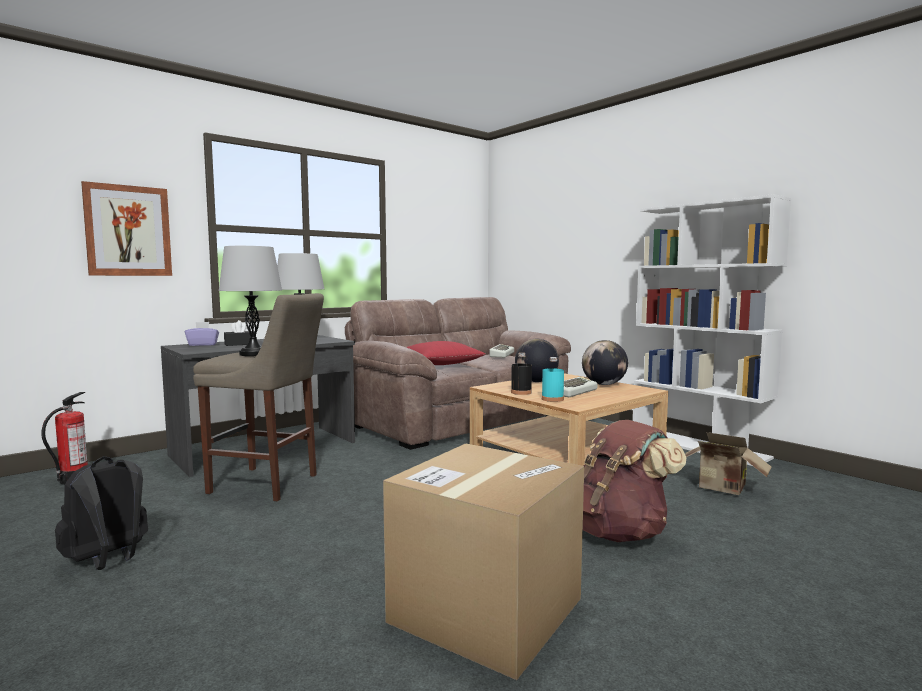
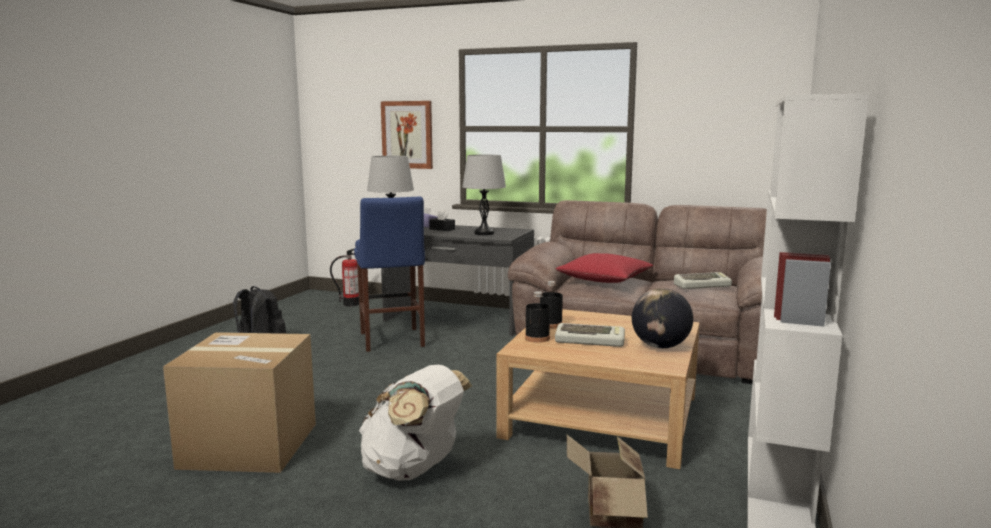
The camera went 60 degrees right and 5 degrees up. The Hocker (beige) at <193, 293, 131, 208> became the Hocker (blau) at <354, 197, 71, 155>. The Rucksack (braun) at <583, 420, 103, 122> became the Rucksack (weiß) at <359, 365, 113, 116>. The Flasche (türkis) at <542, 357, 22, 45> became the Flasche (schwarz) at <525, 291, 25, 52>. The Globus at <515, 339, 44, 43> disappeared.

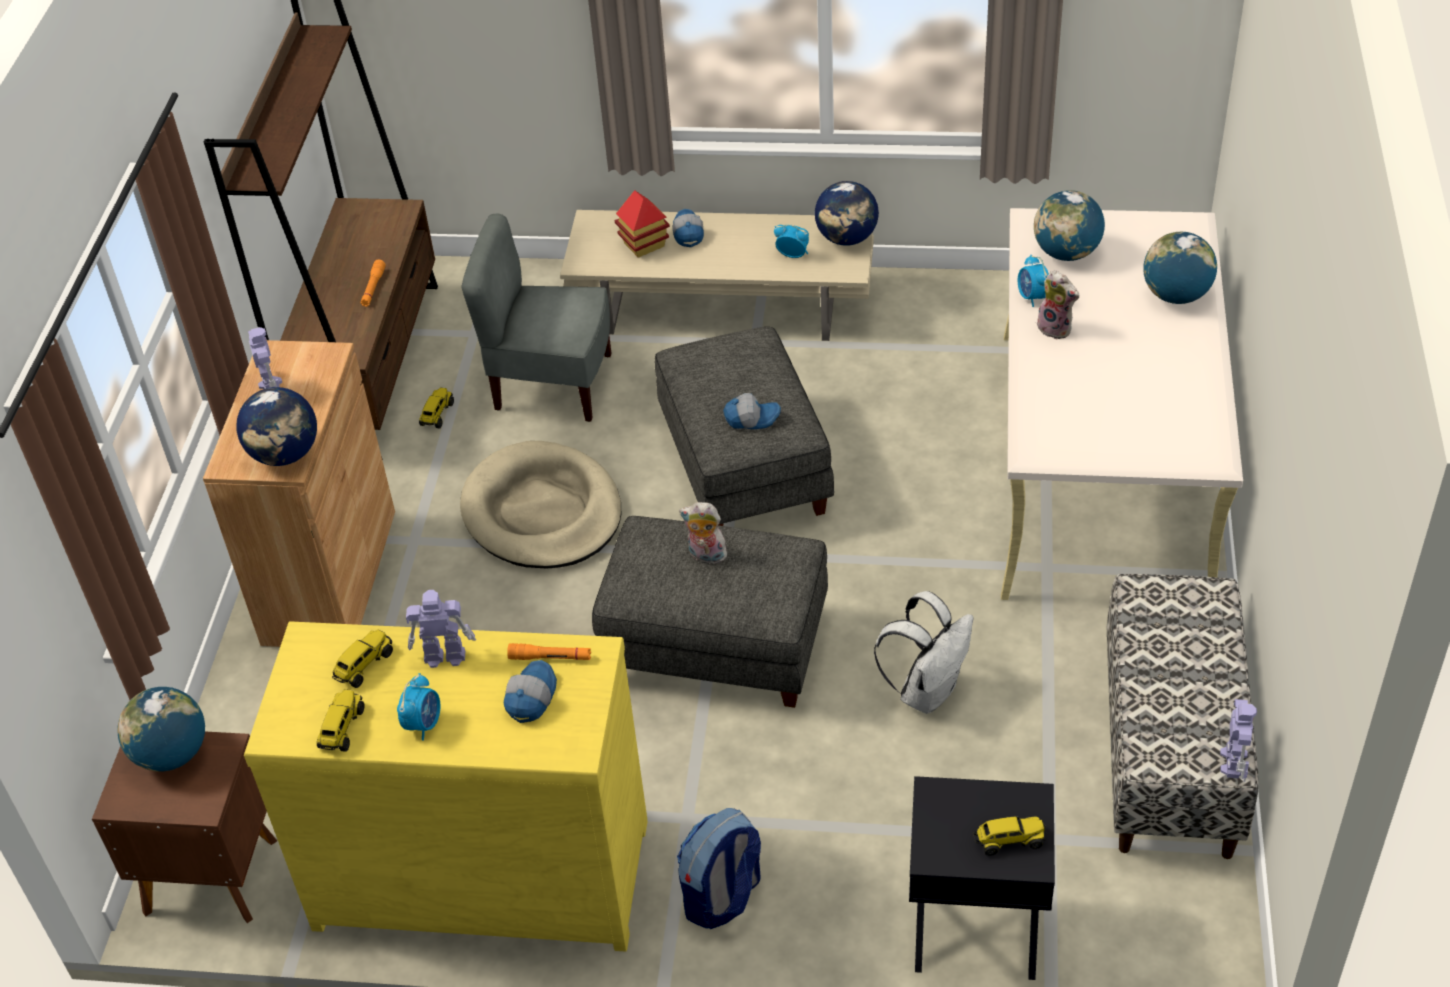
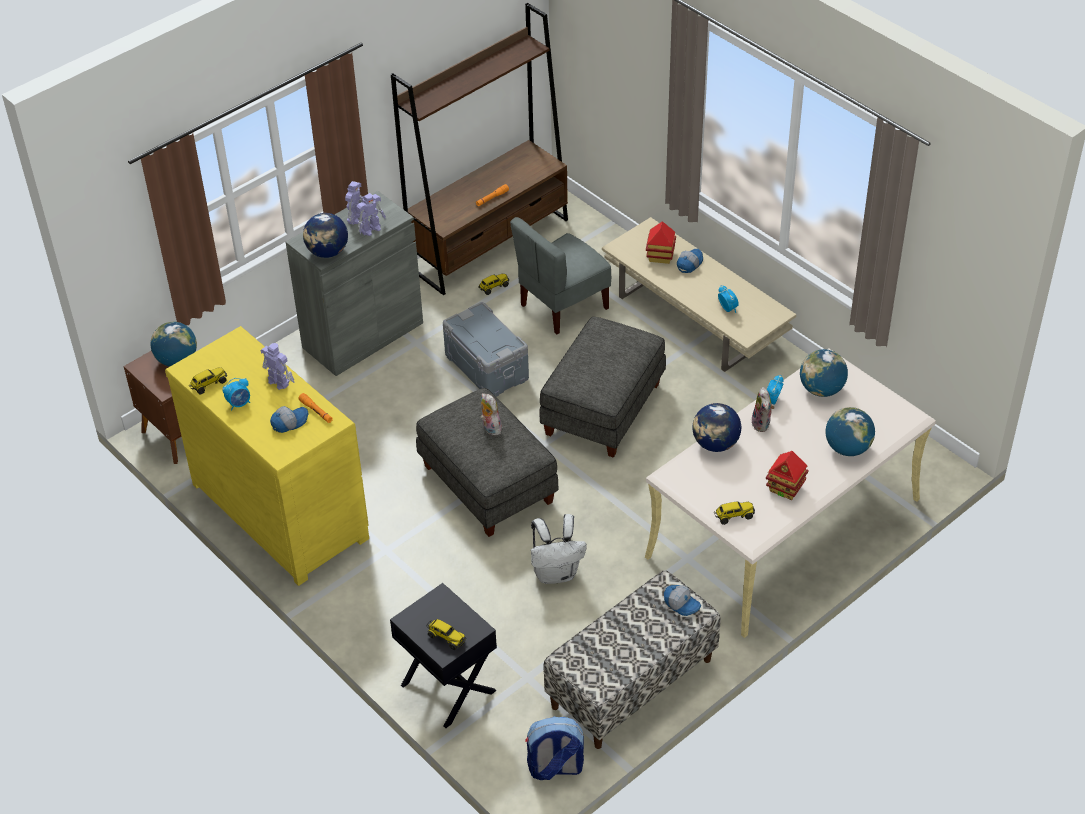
The camera went 40 degrees right and 0 degrees up. The Schrank (braun) at <203, 340, 192, 307> became the Schrank (grau) at <286, 191, 137, 185>. The Spielzeugroboter moved from <1220, 699, 37, 83> to <357, 193, 29, 43>. The Hundebett (beige) at <460, 441, 161, 127> was replaced by the Aufbewahrungsbox (grau) at <443, 302, 86, 95>. The Stuhl (grau) at <461, 214, 151, 208> turned 90 degrees counterclockwise. The Rucksack moved from <677, 808, 84, 121> to <525, 717, 59, 63>. The Kappe moved from <723, 393, 58, 36> to <664, 585, 37, 31>. The Globus moved from <815, 181, 64, 65> to <692, 403, 49, 49>. The Spielzeuglaster moved from <332, 630, 61, 58> to <714, 501, 41, 24>. The Spielzeughaus at <766, 451, 43, 49> appeared.

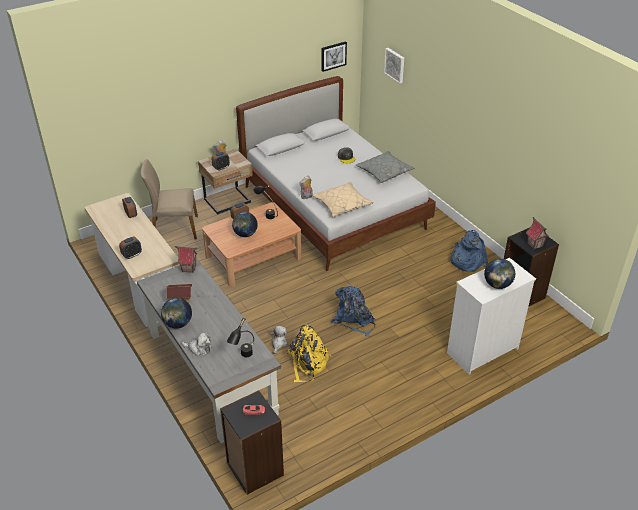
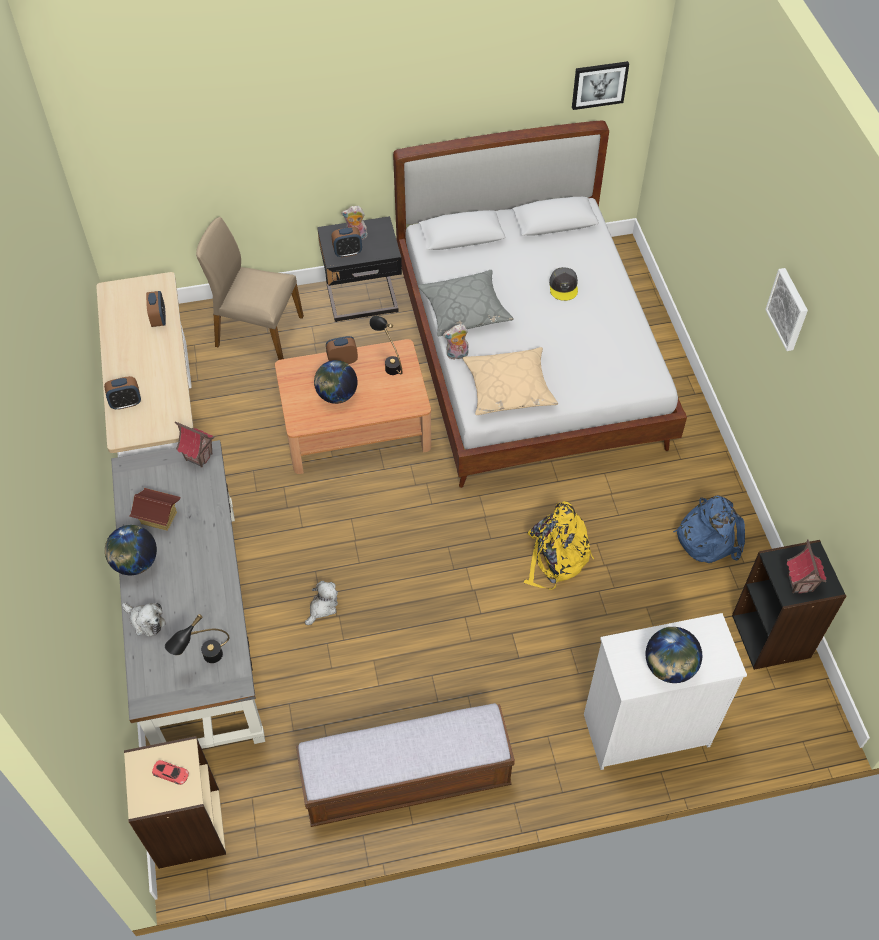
The camera went 20 degrees right and 15 degrees up. The Bücherregal (schwarz) at <220, 390, 64, 105> became the Bücherregal (beige) at <124, 736, 102, 133>. The Bank at <296, 703, 219, 124> appeared. The Nachttisch (beige) at <198, 149, 55, 65> became the Nachttisch (schwarz) at <317, 216, 85, 106>. The Kissen (grau) moved from <356, 151, 58, 32> to <418, 270, 96, 66>. The Rucksack (gelb) moved from <287, 325, 44, 57> to <524, 501, 70, 89>. The Bild moved from <384, 48, 20, 36> to <765, 268, 43, 83>. The Rucksack (blau) at <331, 286, 45, 50> disappeared.

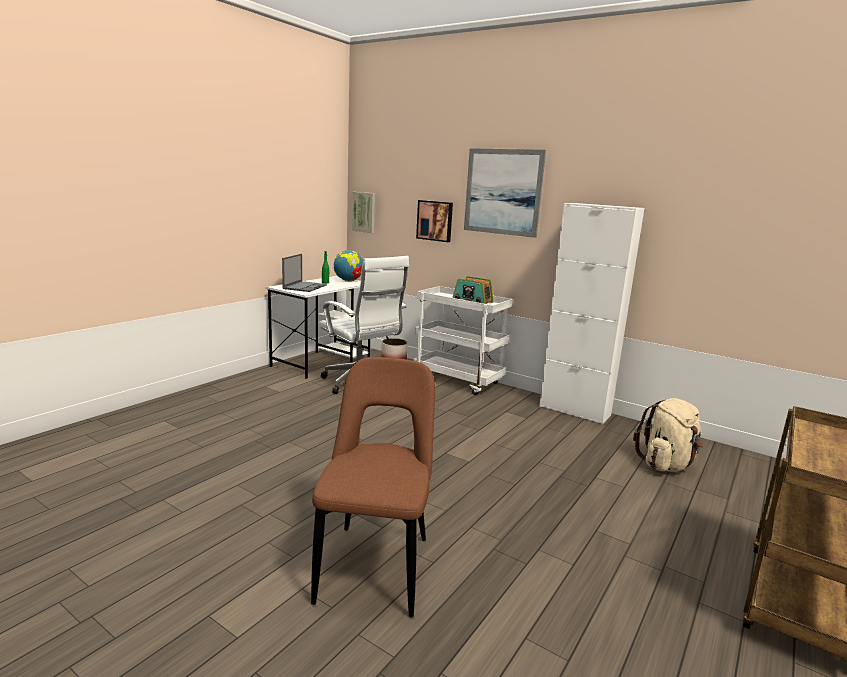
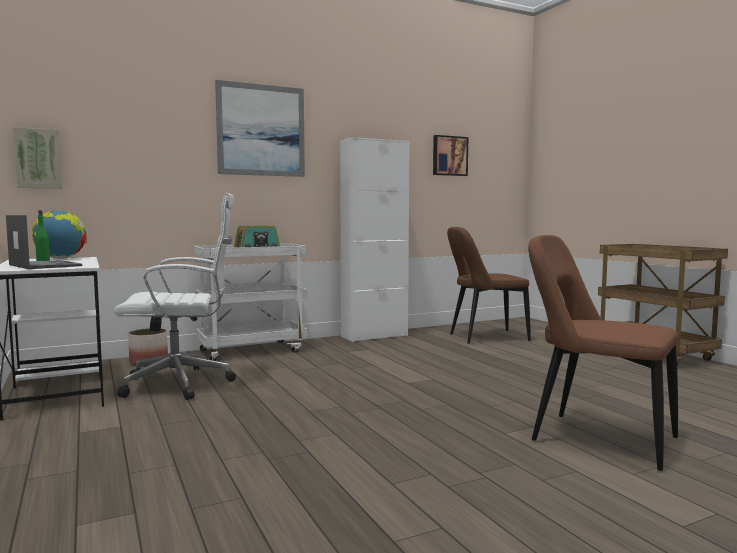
The camera went 60 degrees left and 10 degrees down. The Bild moved from <416, 200, 37, 42> to <433, 135, 35, 41>. The Rucksack (beige) at <633, 398, 70, 74> was replaced by the Stuhl (braun) at <447, 227, 84, 117>.

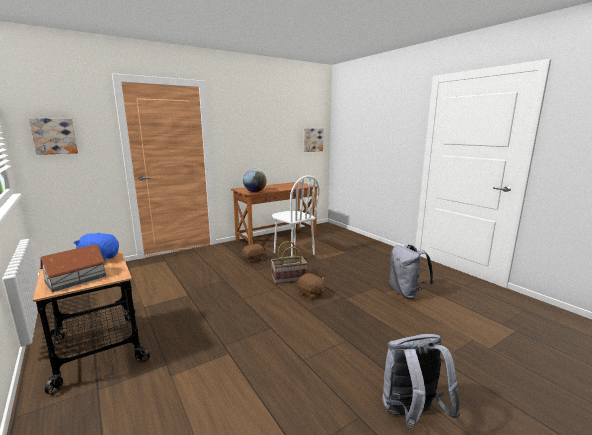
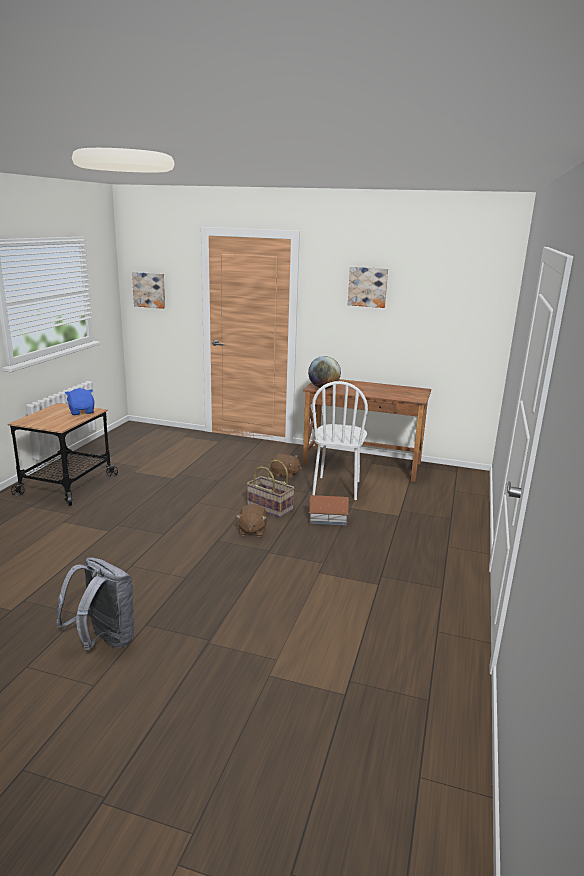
The camera went 50 degrees right and 5 degrees up. The Spielzeughaus moved from <39, 244, 67, 48> to <309, 495, 40, 31>. The Bild moved from <304, 128, 20, 24> to <348, 267, 40, 41>. The Rucksack (grau) at <389, 245, 45, 55> disappeared.

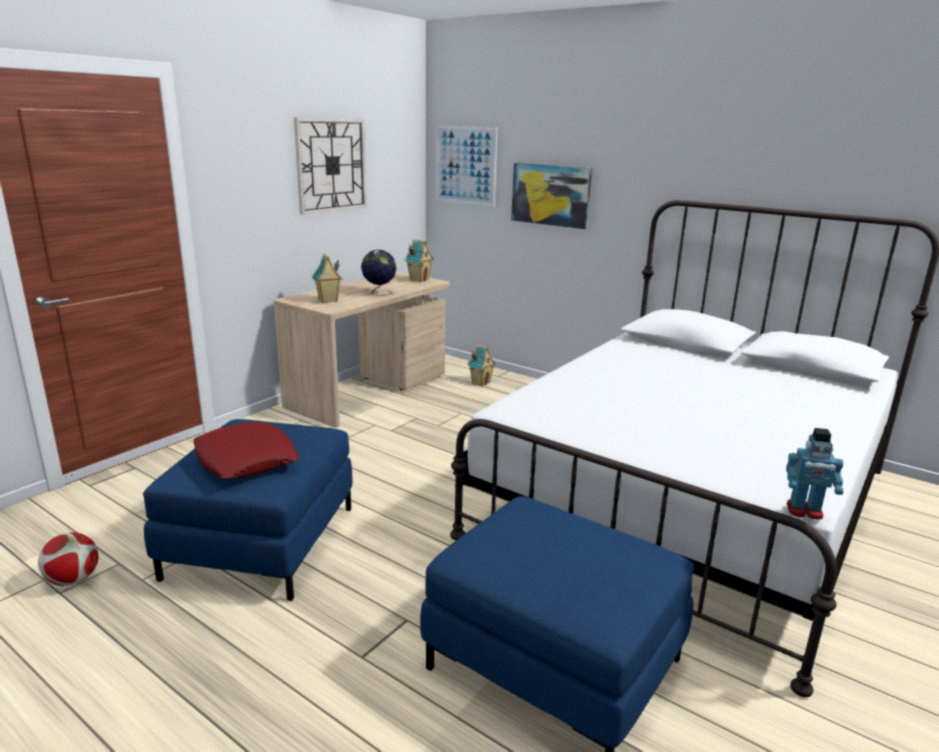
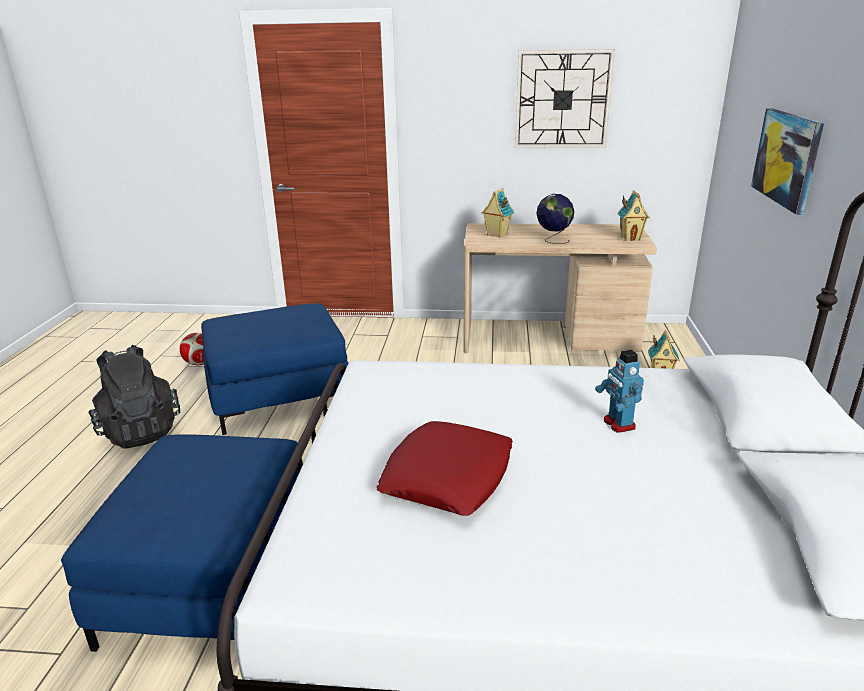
The camera went 60 degrees right and 5 degrees up. The Rucksack (schwarz) at <89, 345, 91, 104> appeared. The Kissen (rot) moved from <194, 422, 105, 57> to <376, 421, 137, 95>. The Spielzeugroboter moved from <786, 428, 57, 92> to <595, 350, 49, 83>. The Bild at <436, 126, 61, 80> disappeared.

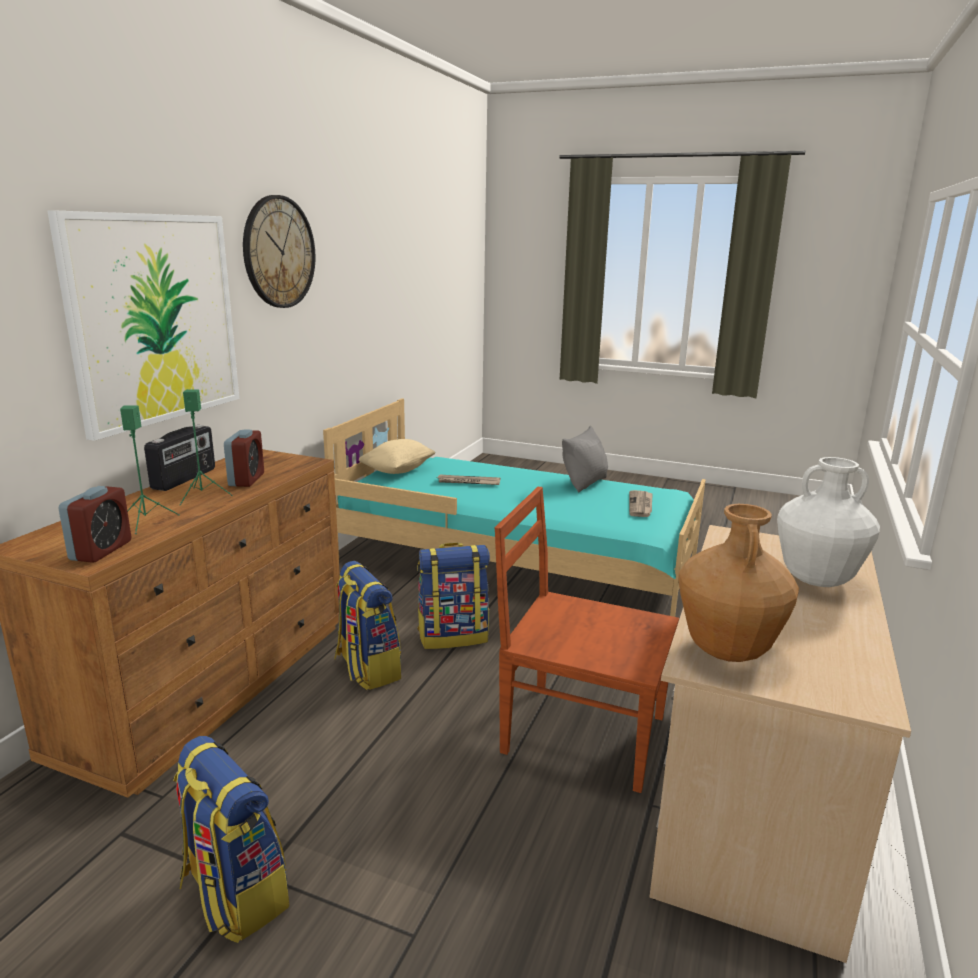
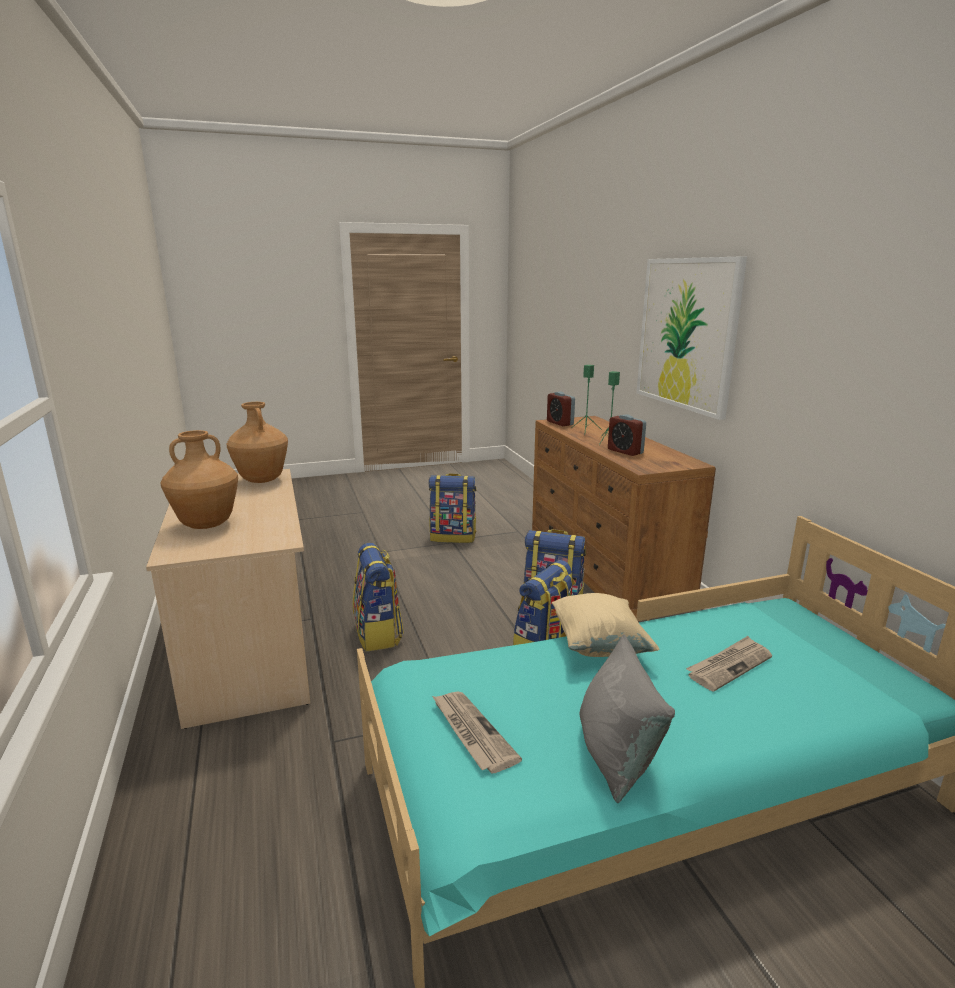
The camera went 140 degrees right and 0 degrees up. The Vase (weiß) at <777, 457, 103, 130> became the Vase (braun) at <160, 430, 78, 99>. The Stuhl (braun) at <494, 487, 185, 306> was replaced by the Rucksack at <353, 543, 51, 109>. The Kissen (beige) moved from <359, 439, 77, 35> to <552, 593, 107, 64>. The Radio at <144, 425, 71, 66> disappeared. The Wanduhr at <243, 195, 72, 113> disappeared.

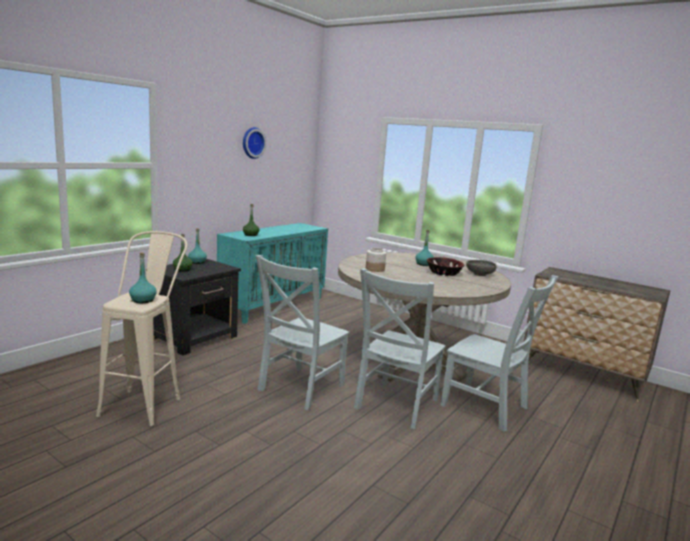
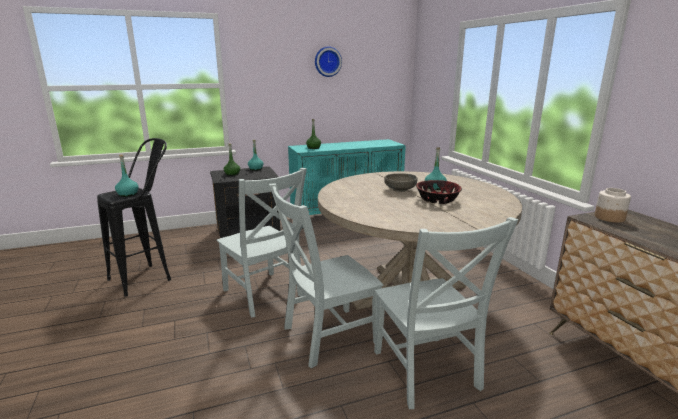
The camera went 35 degrees right and 5 degrees up. The Hocker (beige) at <96, 231, 92, 195> became the Hocker (schwarz) at <97, 138, 74, 159>. The Stuhl (grau) at <256, 255, 94, 155> turned 105 degrees counterclockwise. The Schüssel (grau) moved from <466, 260, 31, 16> to <384, 173, 33, 19>. The Vorratsglas moved from <366, 248, 20, 24> to <595, 188, 36, 35>.

